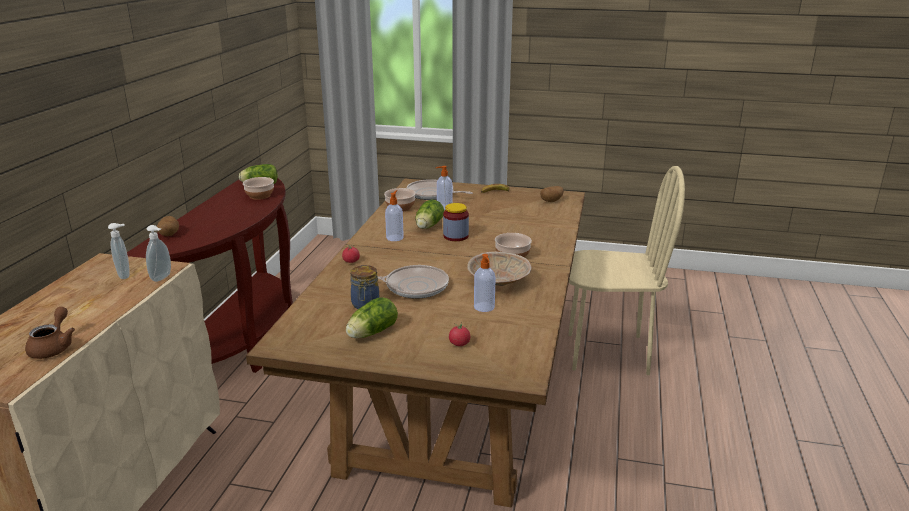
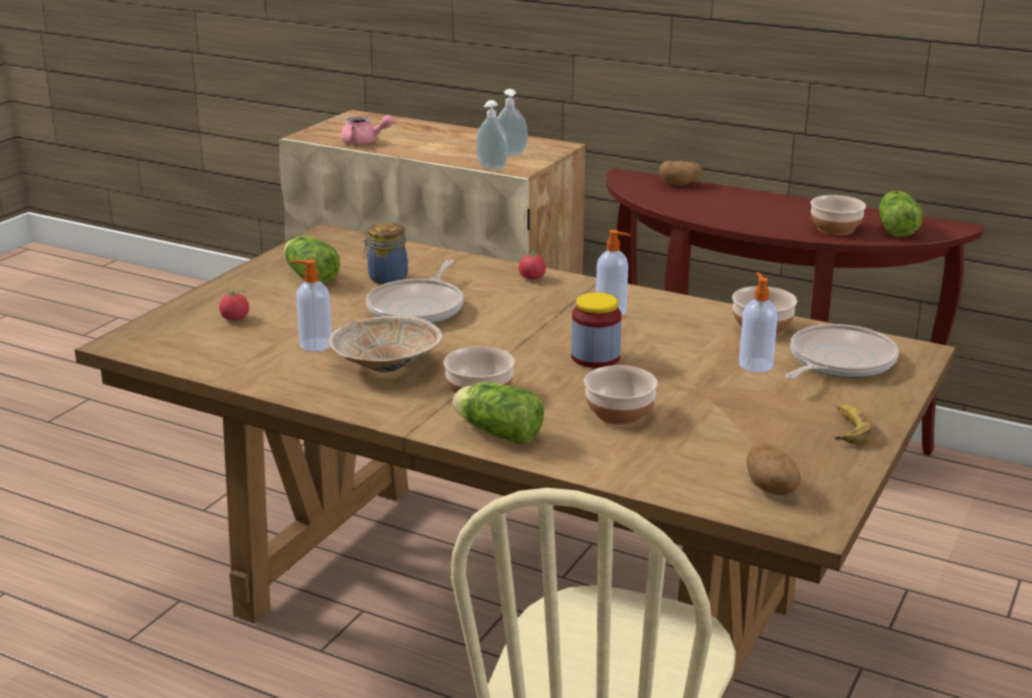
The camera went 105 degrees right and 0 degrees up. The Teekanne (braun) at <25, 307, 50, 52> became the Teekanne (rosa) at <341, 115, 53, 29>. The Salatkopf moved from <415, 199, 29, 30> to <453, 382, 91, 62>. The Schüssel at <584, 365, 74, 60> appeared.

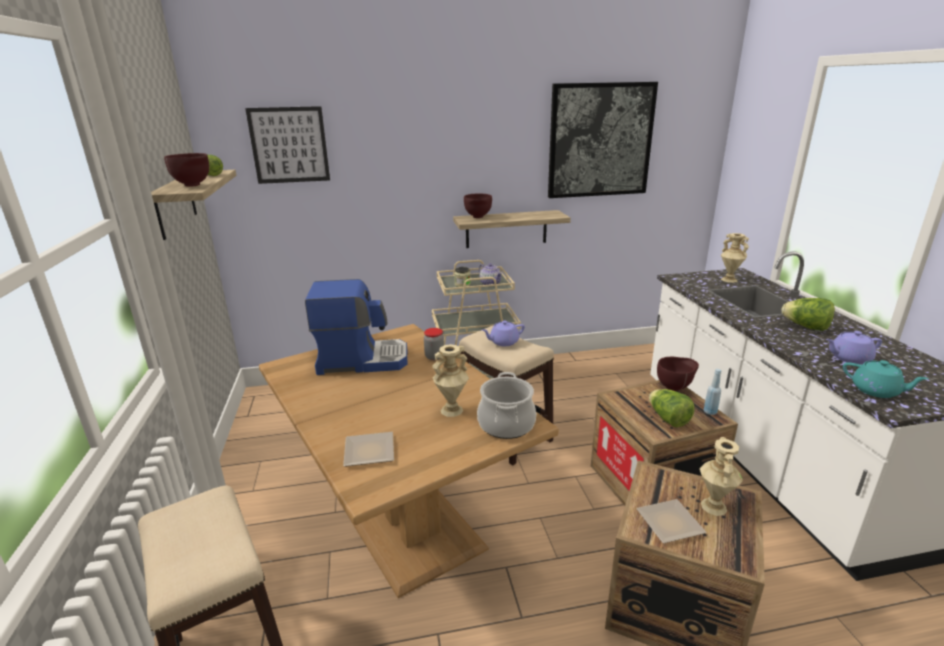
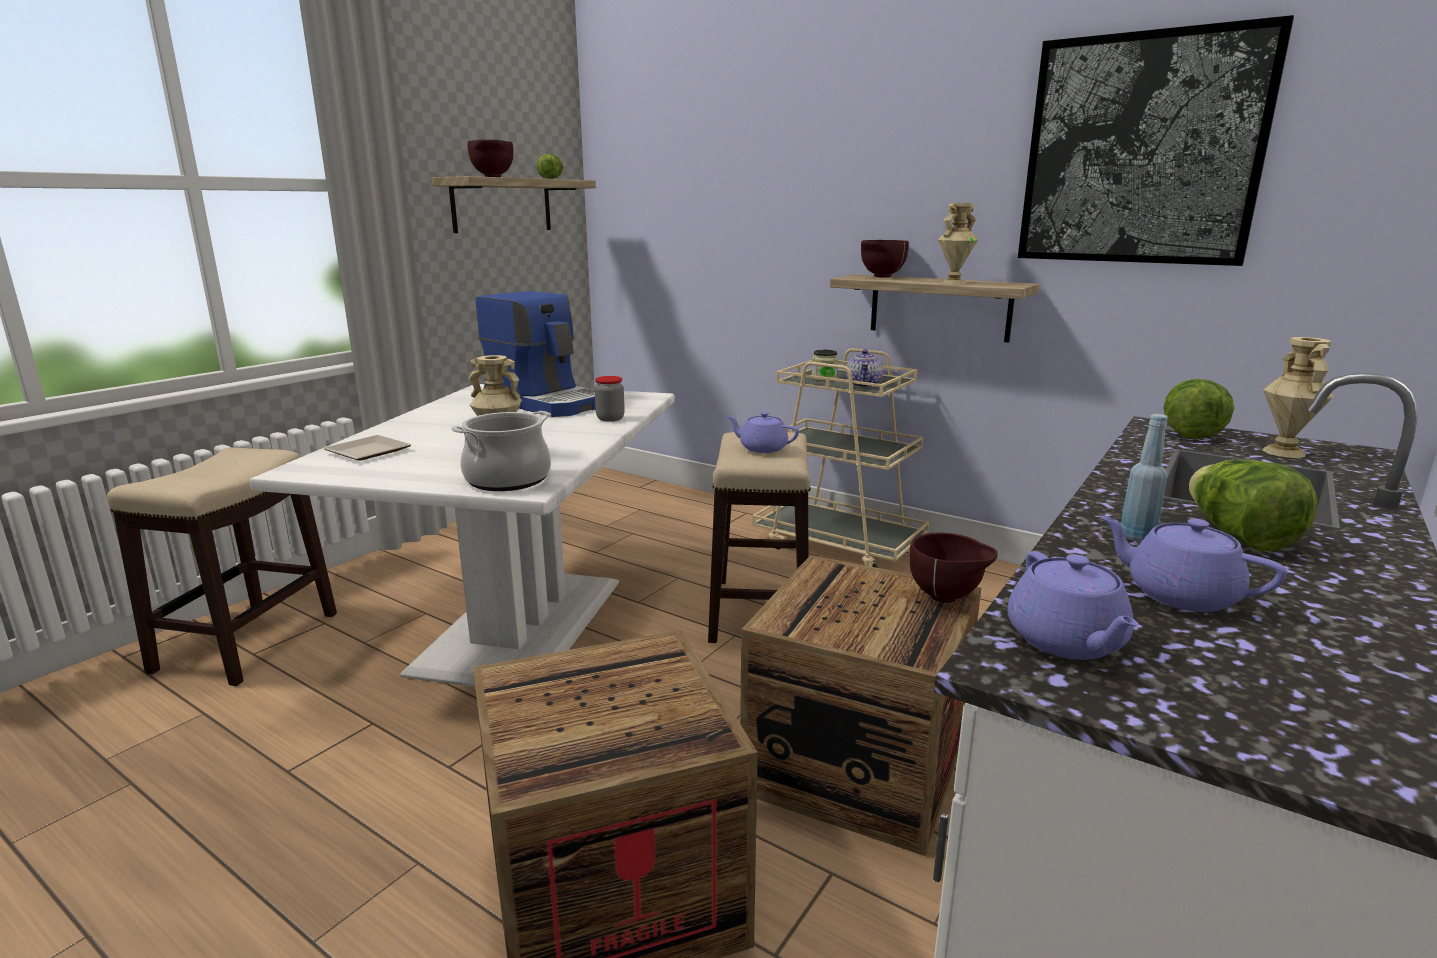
The camera went 45 degrees right and 5 degrees down. The Esstisch (braun) at <259, 324, 300, 274> became the Esstisch (weiß) at <250, 384, 425, 303>. The Vase (beige) moved from <700, 437, 43, 79> to <938, 203, 40, 81>. The Teekanne (türkis) at <843, 360, 86, 38> became the Teekanne (lila) at <1007, 551, 131, 109>. The Flasche (blau) moved from <704, 369, 17, 46> to <1120, 414, 48, 128>. The Salatkopf moved from <649, 389, 46, 39> to <1163, 379, 71, 61>. The Bild at <245, 106, 85, 78> disappeared. The Teller at <636, 499, 70, 44> disappeared.

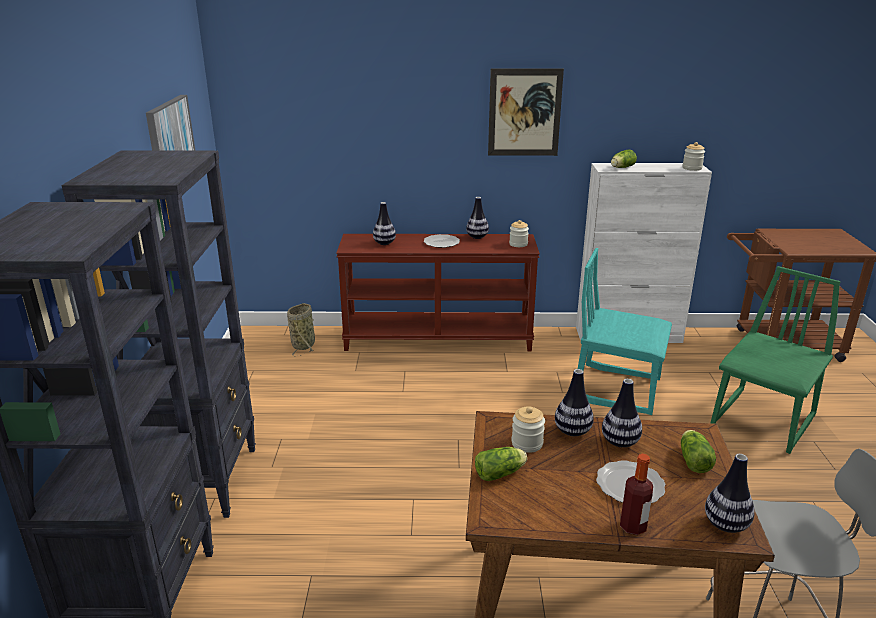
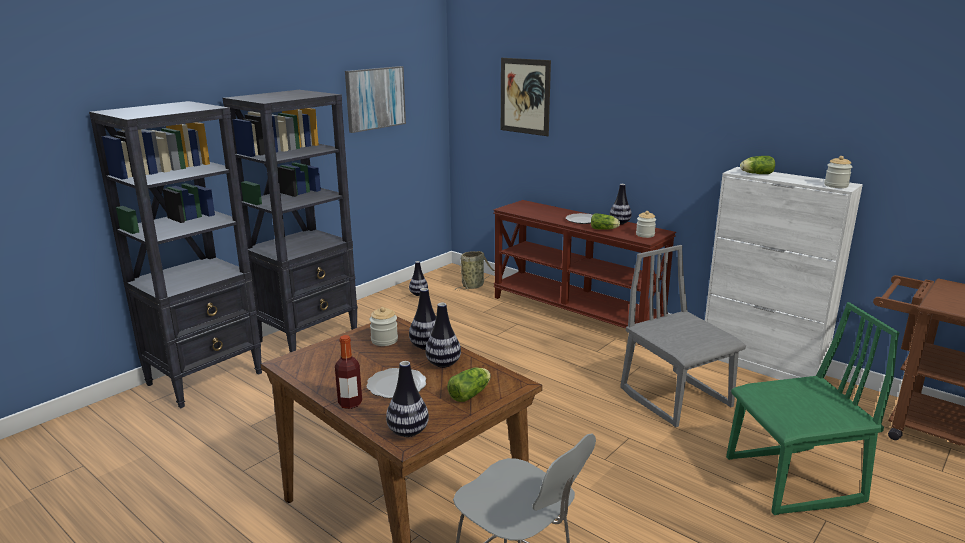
The camera went 40 degrees right and 5 degrees down. The Vase moved from <373, 202, 23, 43> to <409, 261, 19, 35>. The Bild moved from <488, 68, 76, 88> to <501, 58, 50, 78>. The Salatkopf moved from <475, 447, 52, 34> to <591, 213, 29, 17>. The Stuhl (türkis) at <578, 248, 94, 167> became the Stuhl (grau) at <620, 245, 126, 183>.

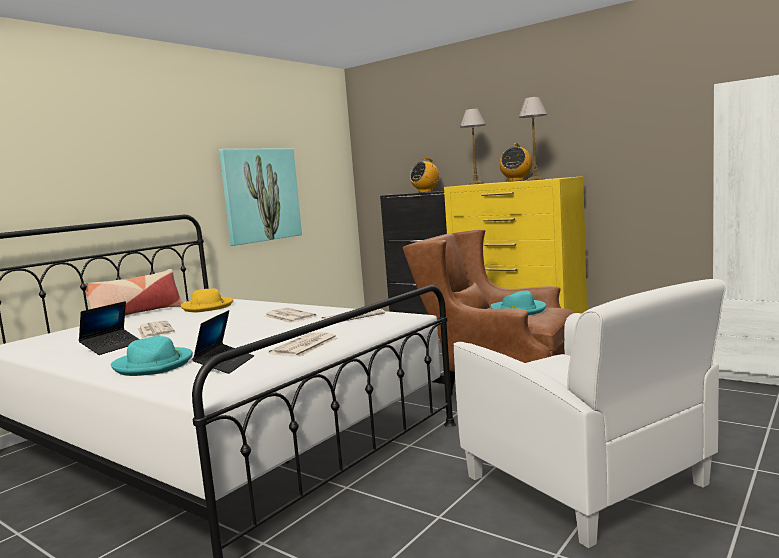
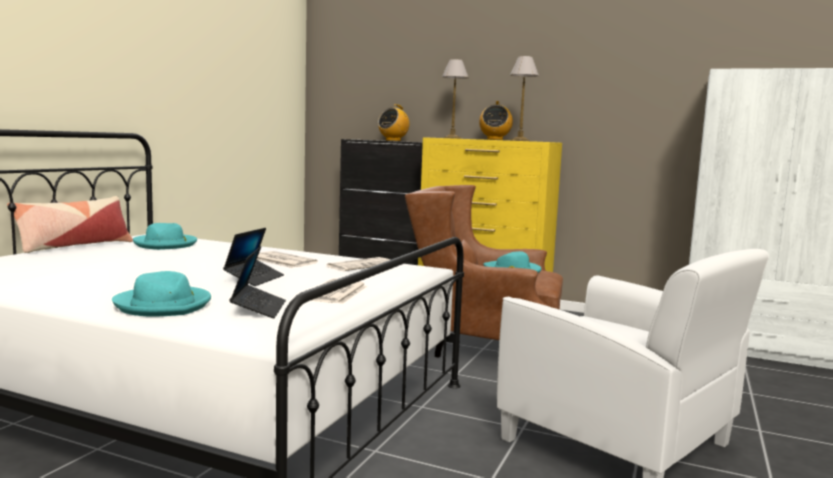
The camera went 15 degrees left and 0 degrees up. The Hut (gelb) at <181, 288, 52, 25> became the Hut (türkis) at <133, 223, 64, 27>. The Laptop moved from <79, 301, 60, 54> to <223, 228, 61, 58>. The Zeitung at <138, 320, 37, 19> disappeared. The Bild at <219, 149, 83, 97> disappeared.

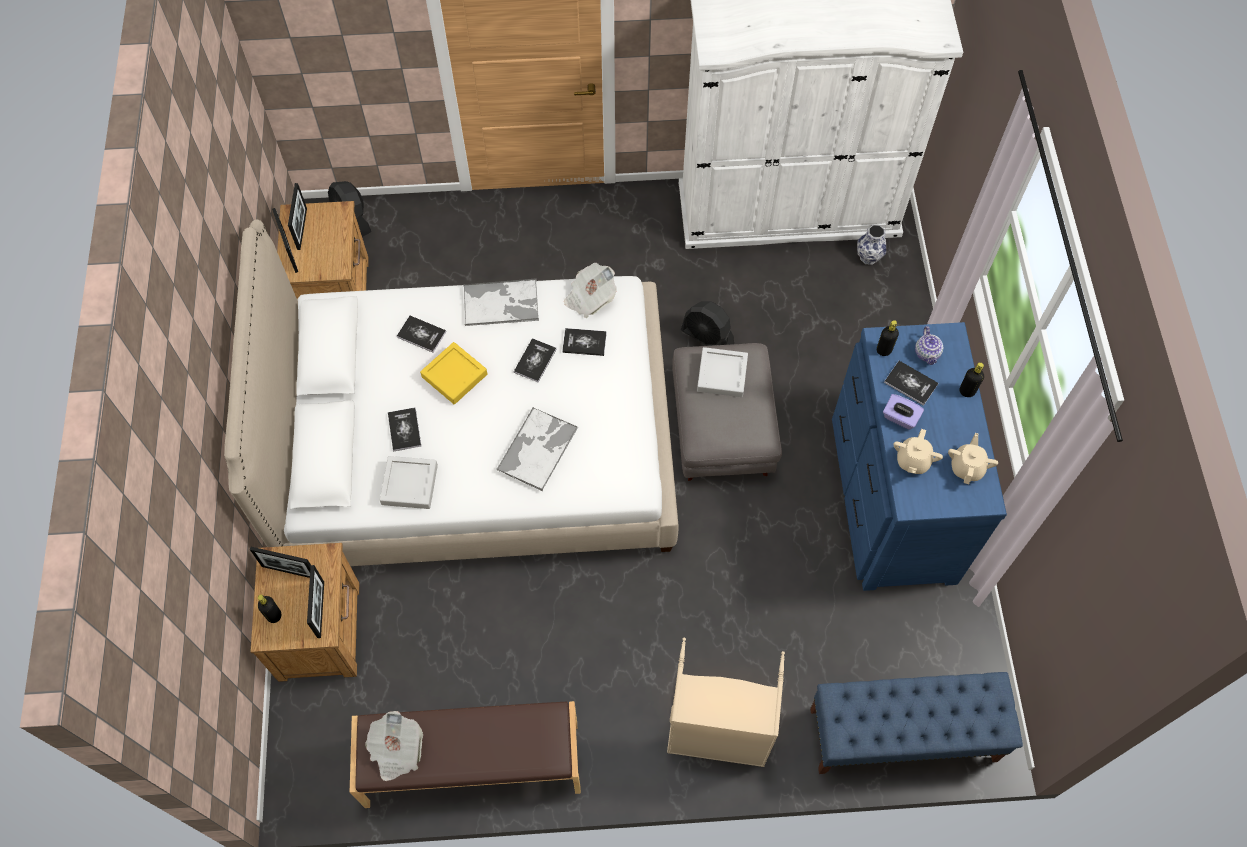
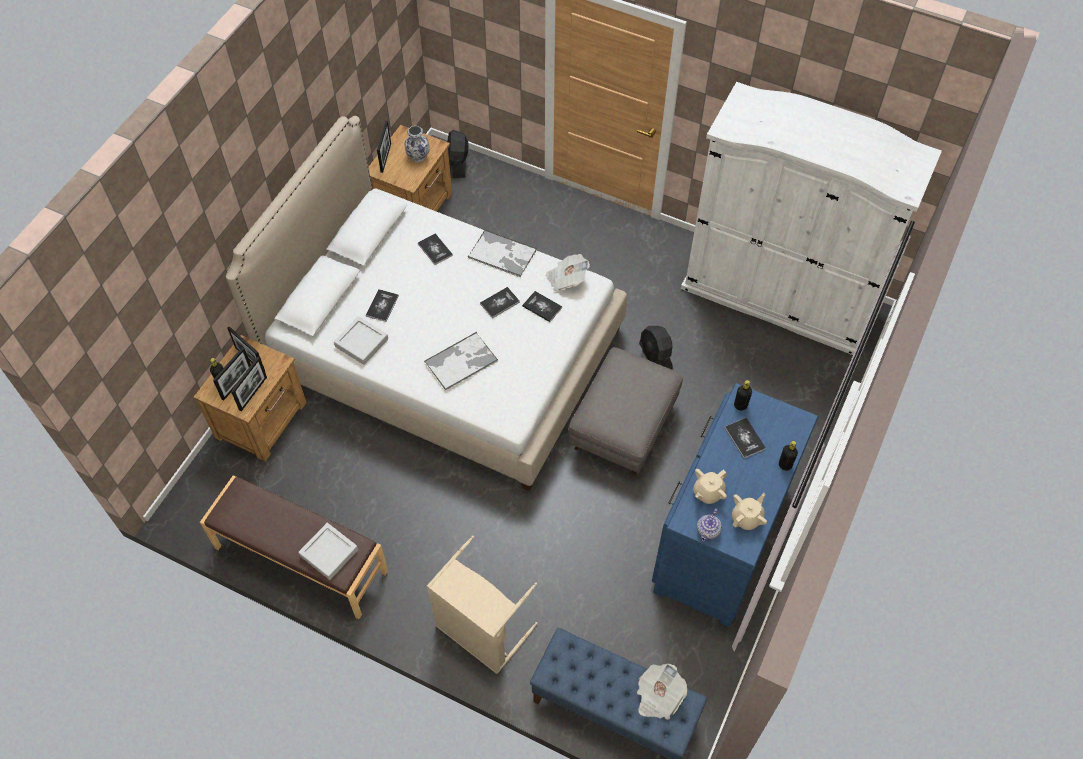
The camera went 30 degrees right and 5 degrees down. The Bilderrahmen moved from <288, 183, 19, 67> to <213, 347, 38, 53>. The Tablett (grau) moved from <697, 347, 51, 50> to <298, 523, 60, 57>. The Vase moved from <857, 225, 29, 40> to <404, 126, 26, 37>. The Zeitung moved from <365, 711, 58, 70> to <637, 664, 50, 56>. The Teekanne moved from <915, 326, 28, 39> to <697, 508, 25, 34>. The Tablett (gelb) at <420, 342, 67, 63> disappeared. The Taschentuchbox (lila) at <883, 394, 41, 36> disappeared.

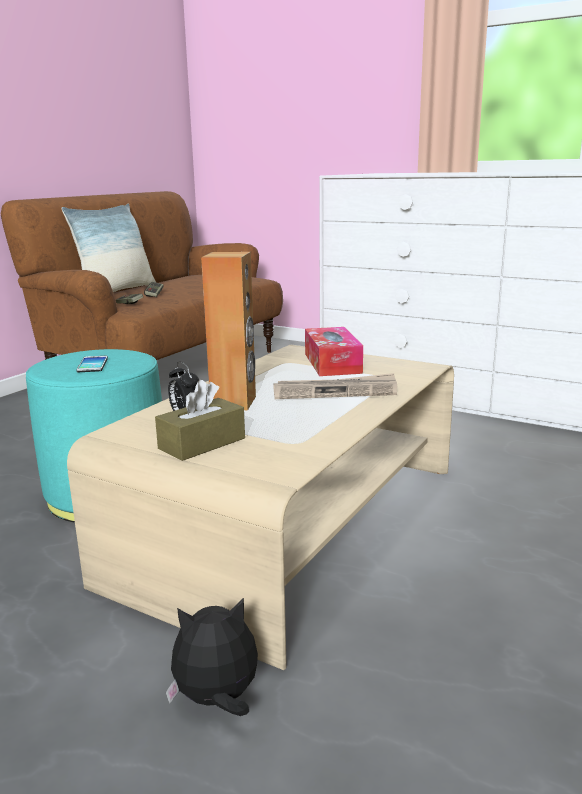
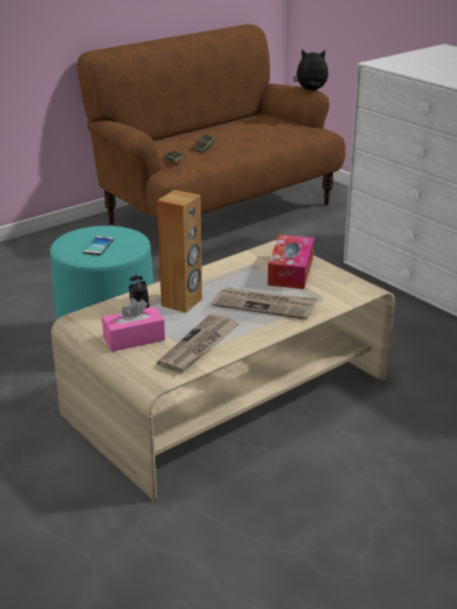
The camera went 20 degrees right and 10 degrees up. The Taschentuchbox (braun) at <155, 380, 90, 81> became the Taschentuchbox (rosa) at <102, 298, 63, 54>. The Zeitung at <157, 314, 82, 58> appeared. The Plüschtier moved from <166, 597, 92, 119> to <293, 49, 35, 41>. The Kissen at <61, 204, 95, 88> disappeared.

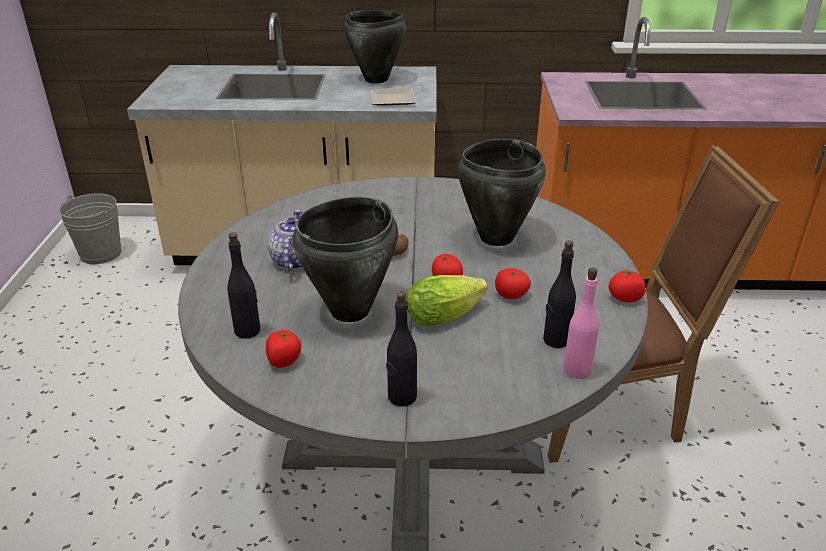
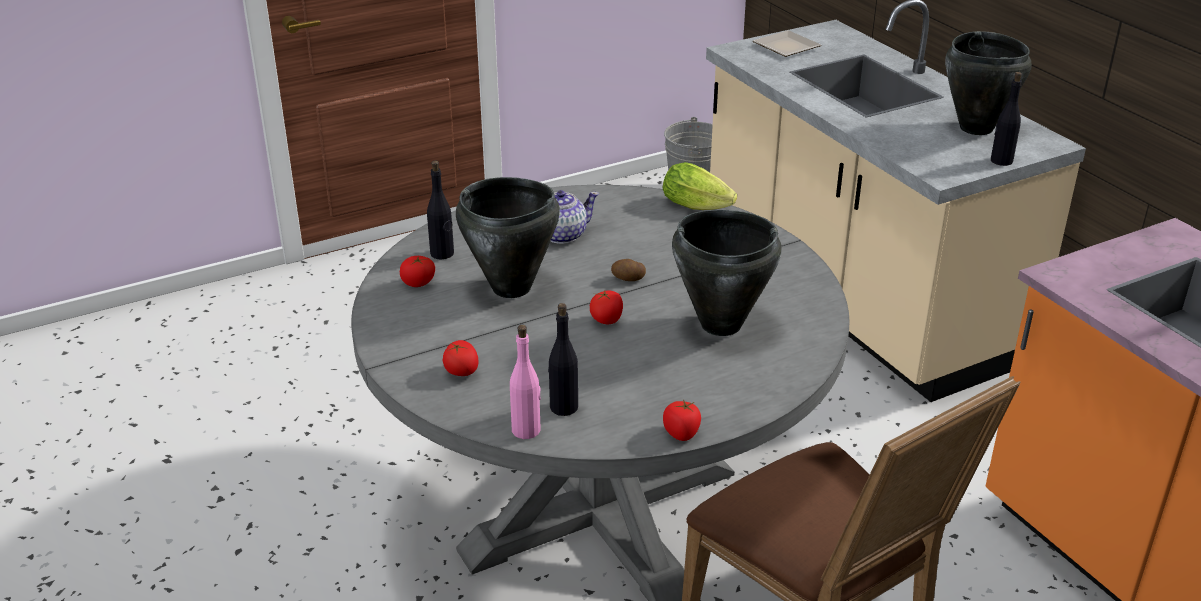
The camera went 60 degrees right and 0 degrees up. The Tomate moved from <495, 268, 36, 31> to <443, 340, 35, 36>. The Salatkopf moved from <406, 275, 82, 51> to <662, 162, 75, 48>. The Teller moved from <370, 88, 46, 18> to <753, 30, 68, 27>. The Flasche (schwarz) moved from <386, 291, 31, 116> to <991, 72, 31, 94>.

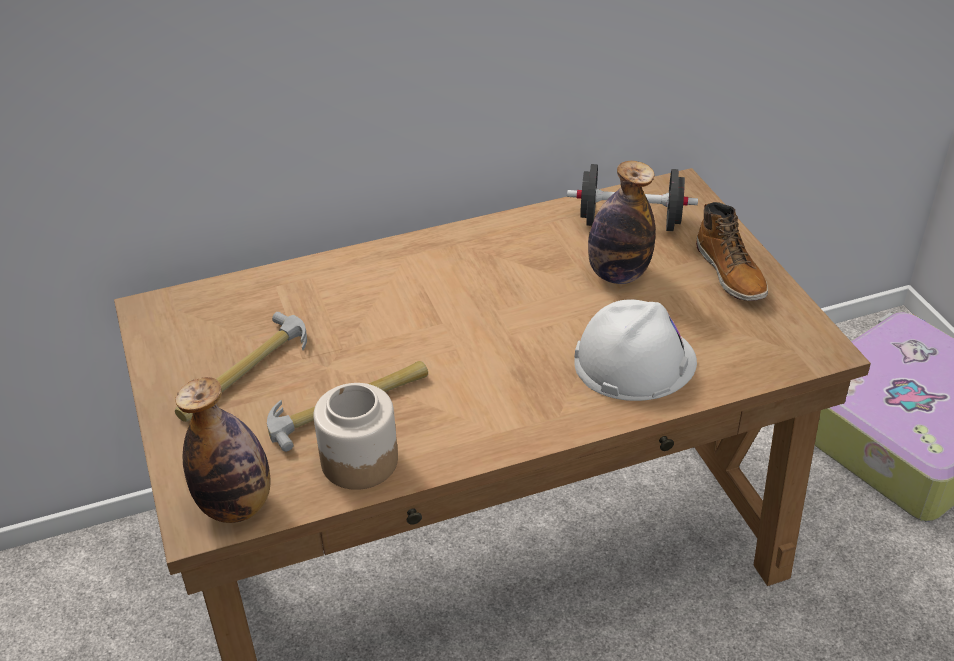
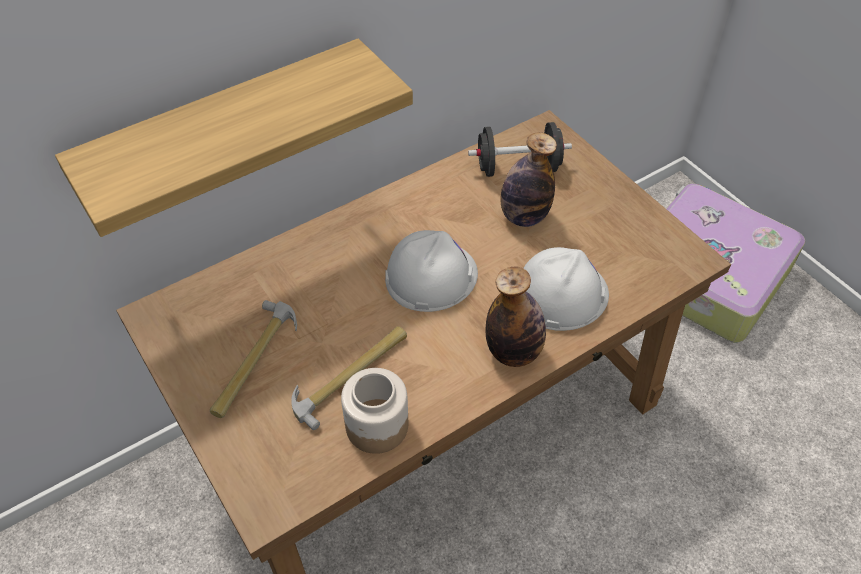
The camera went 15 degrees left and 10 degrees up. The Wandregal at <55, 38, 358, 199> appeared. The Schutzhelm (weiß) at <385, 230, 93, 82> appeared. The Flasche moved from <175, 377, 95, 146> to <485, 267, 61, 100>. The Stiefel at <696, 202, 72, 99> disappeared.

